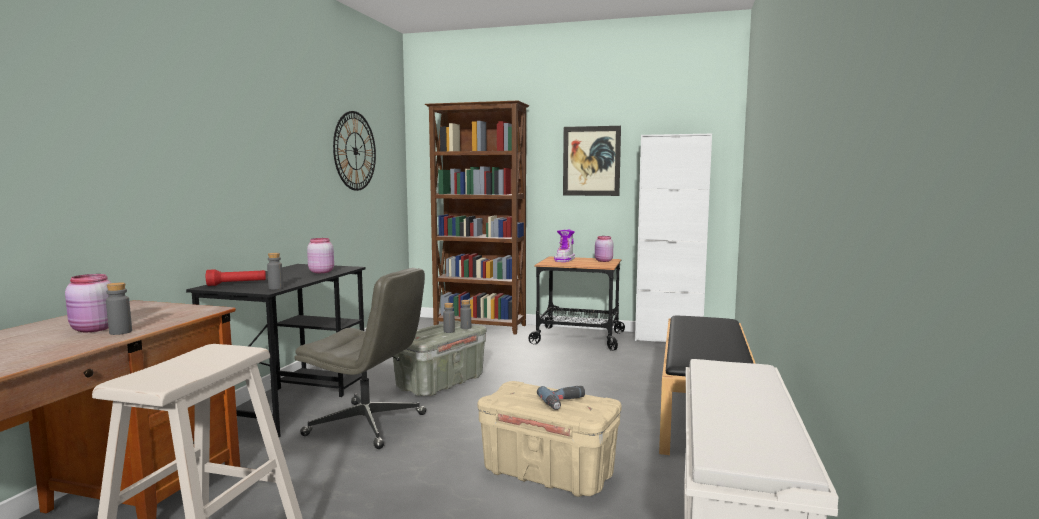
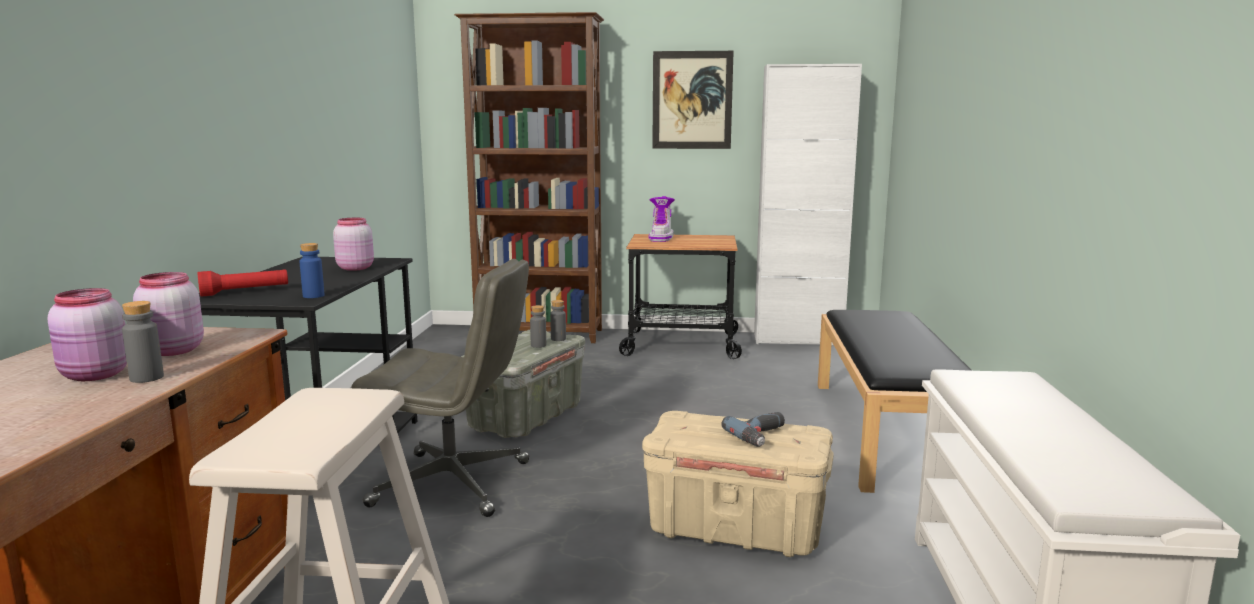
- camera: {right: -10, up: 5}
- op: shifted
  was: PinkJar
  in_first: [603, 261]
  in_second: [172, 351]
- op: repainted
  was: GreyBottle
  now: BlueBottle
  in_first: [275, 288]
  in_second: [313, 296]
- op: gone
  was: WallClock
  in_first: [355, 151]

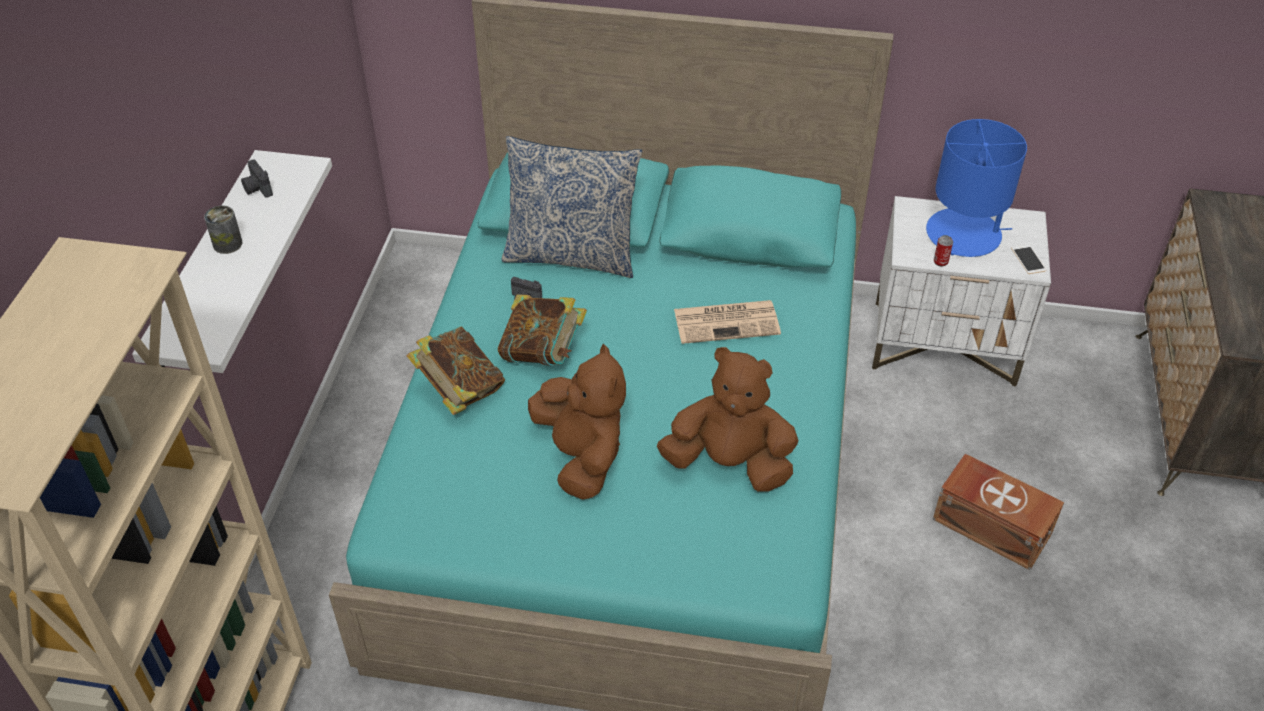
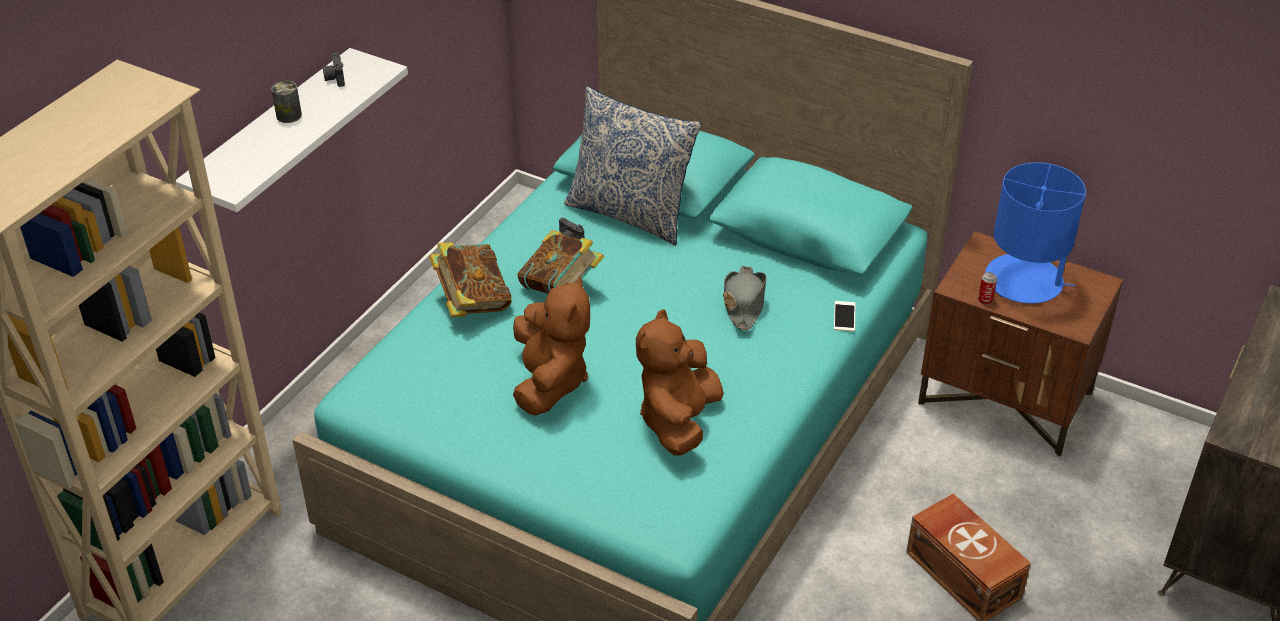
- camera: {right: 20, up: -5}
- op: rotated
  was: BrownPlushToy
  in_first: [729, 463]
  in_second: [678, 421]
  clockwise: -105
- op: swapped
  was: Newspaper
  now: GreyHat
  in_first: [728, 321]
  in_second: [744, 303]
- op: shifted
  was: Phone
  in_first: [1028, 259]
  in_second: [844, 316]
- op: repainted
  was: WhiteNightstand
  now: BrownNightstand
  in_first: [945, 344]
  in_second: [1006, 399]

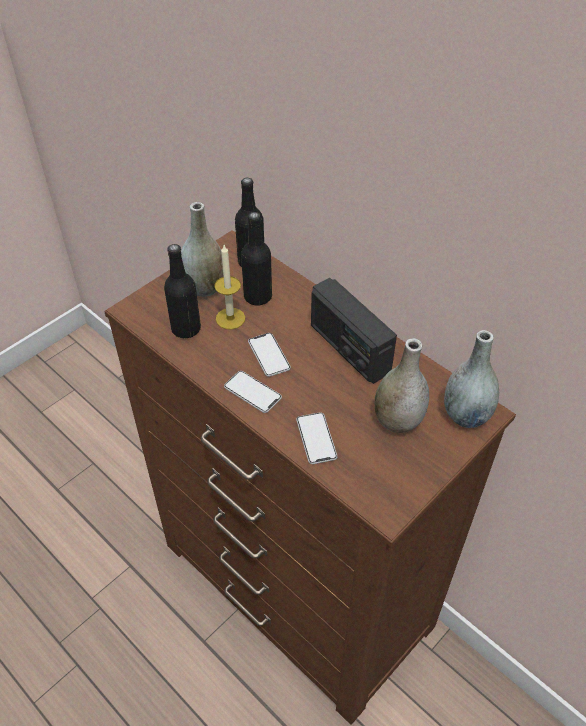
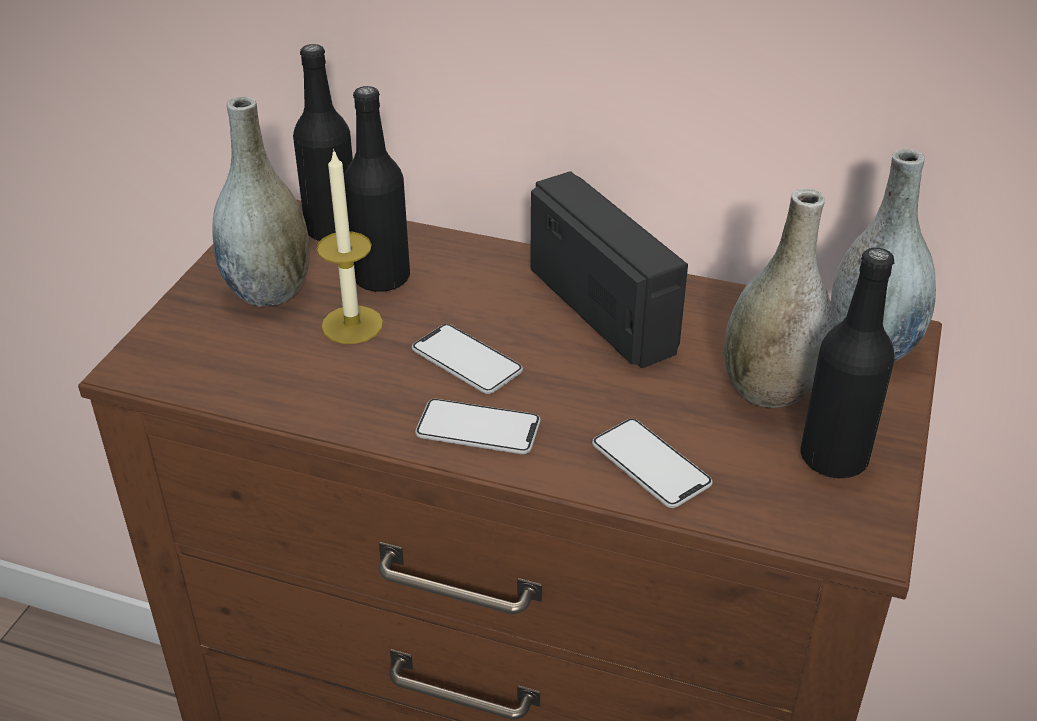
- camera: {right: -25, up: -10}
- op: rotated
  was: Radio
  in_first: [349, 348]
  in_second: [603, 309]
  clockwise: -150
- op: shifted
  was: BlackBottle
  in_first: [186, 329]
  in_second: [833, 458]

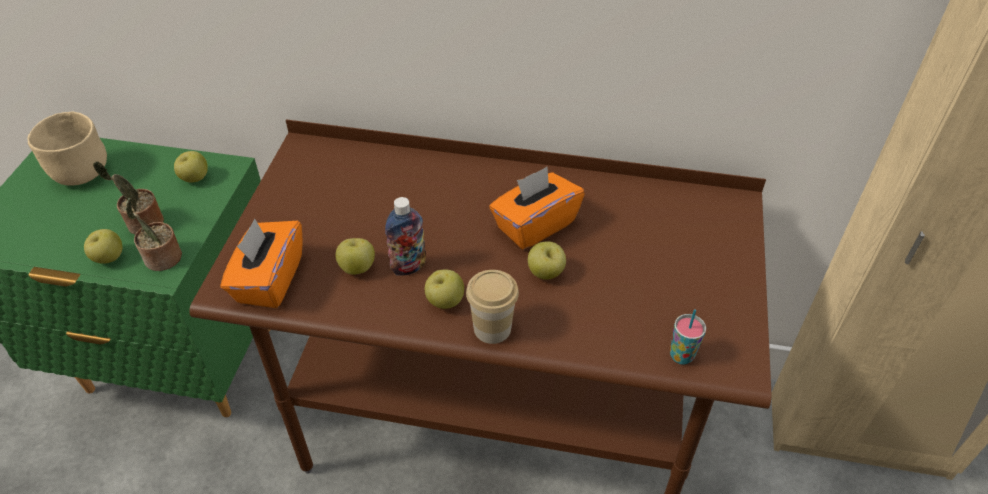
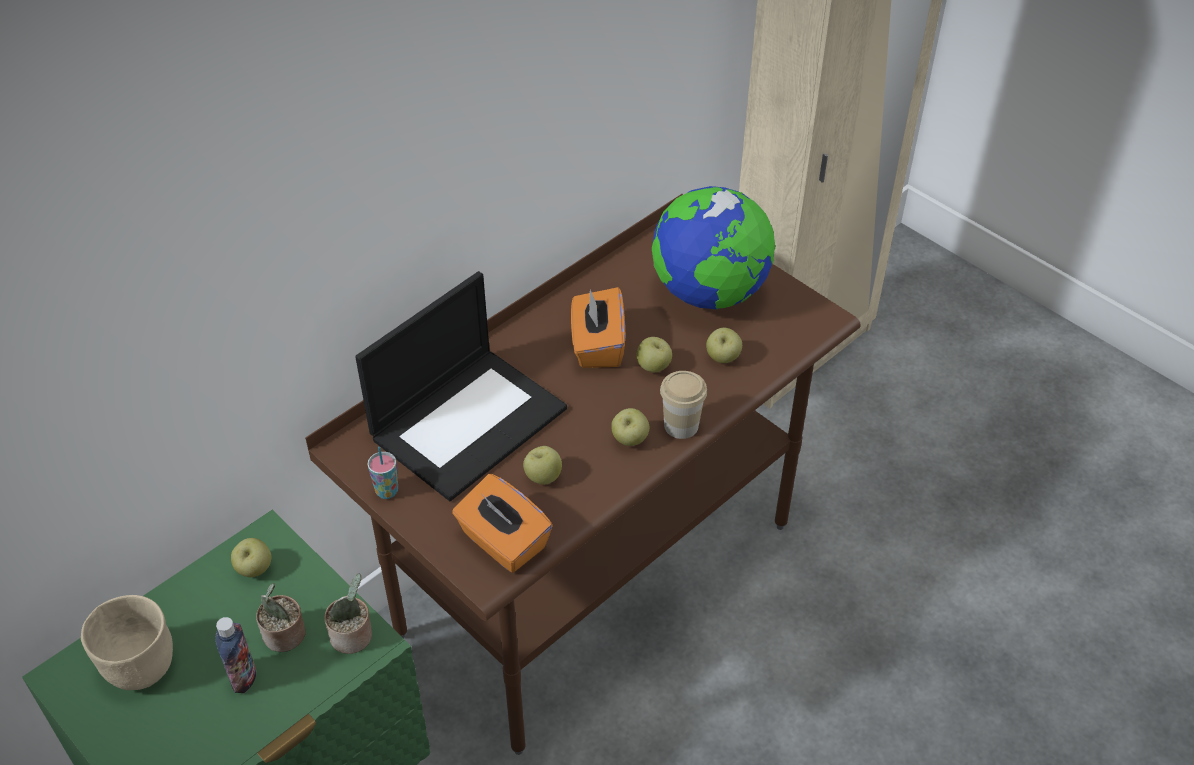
- camera: {right: -55, up: 0}
- op: shifted
  was: Bottle
  in_first: [408, 266]
  in_second: [244, 677]
- op: new
  now: Laptop
  in_second: [469, 421]
- op: shifted
  was: Cup
  in_first: [681, 356]
  in_second: [387, 491]
- op: new
  now: Globe
  in_second: [709, 293]
- op: shifted
  was: Apple
  in_first: [109, 258]
  in_second: [723, 358]

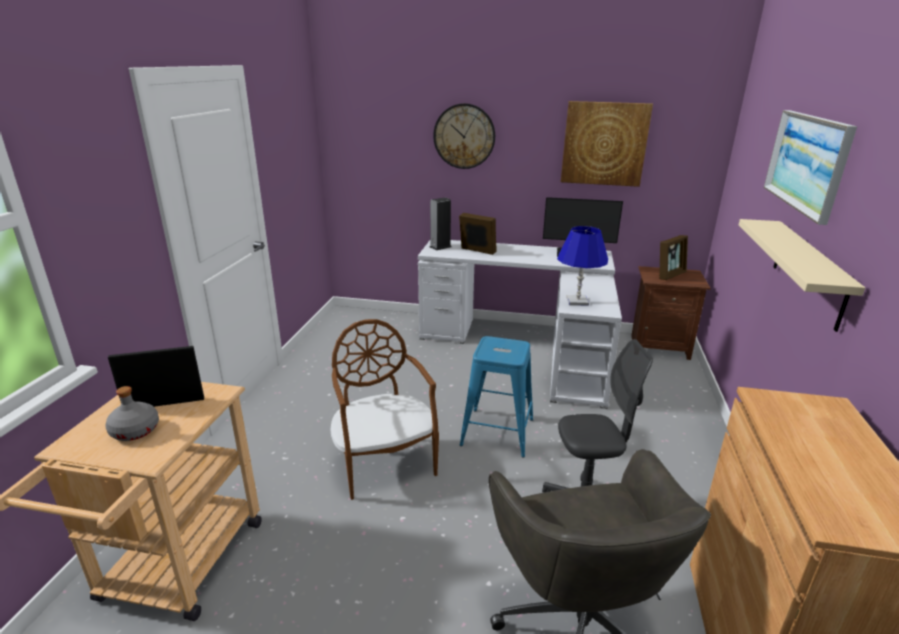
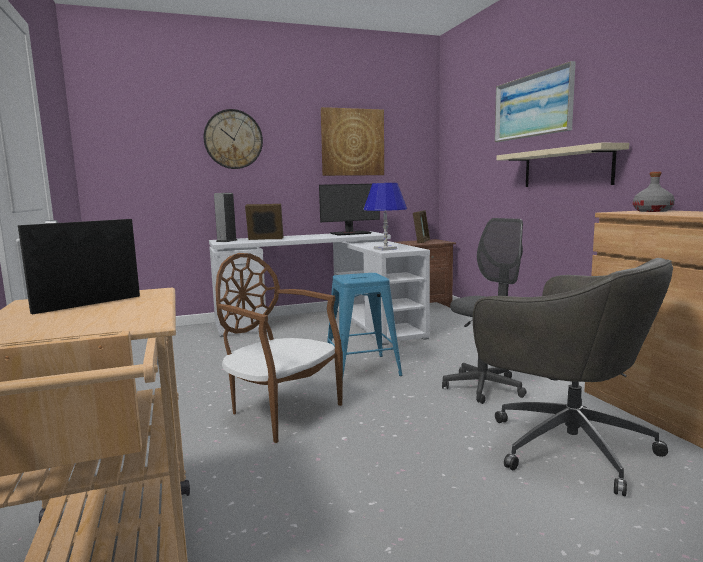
- camera: {right: -30, up: -15}
- op: shifted
  was: GreyBottle
  in_first: [135, 431]
  in_second: [652, 211]

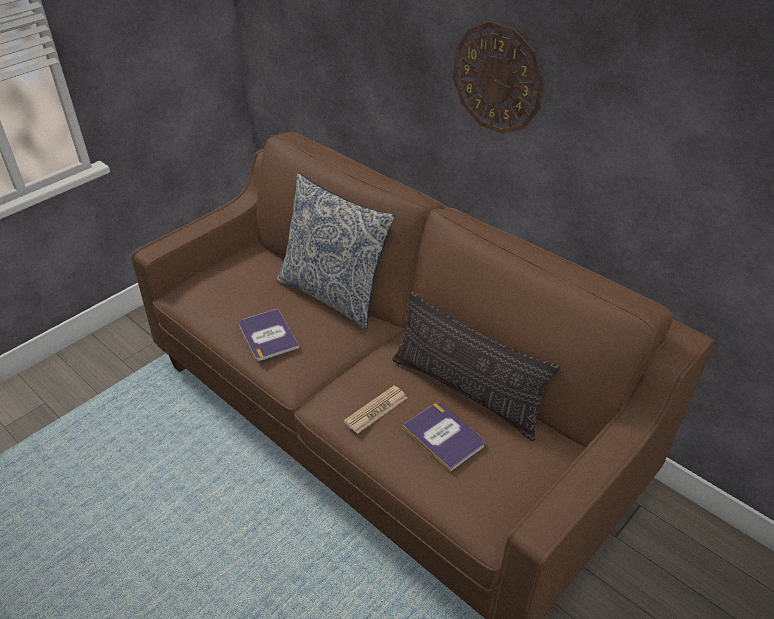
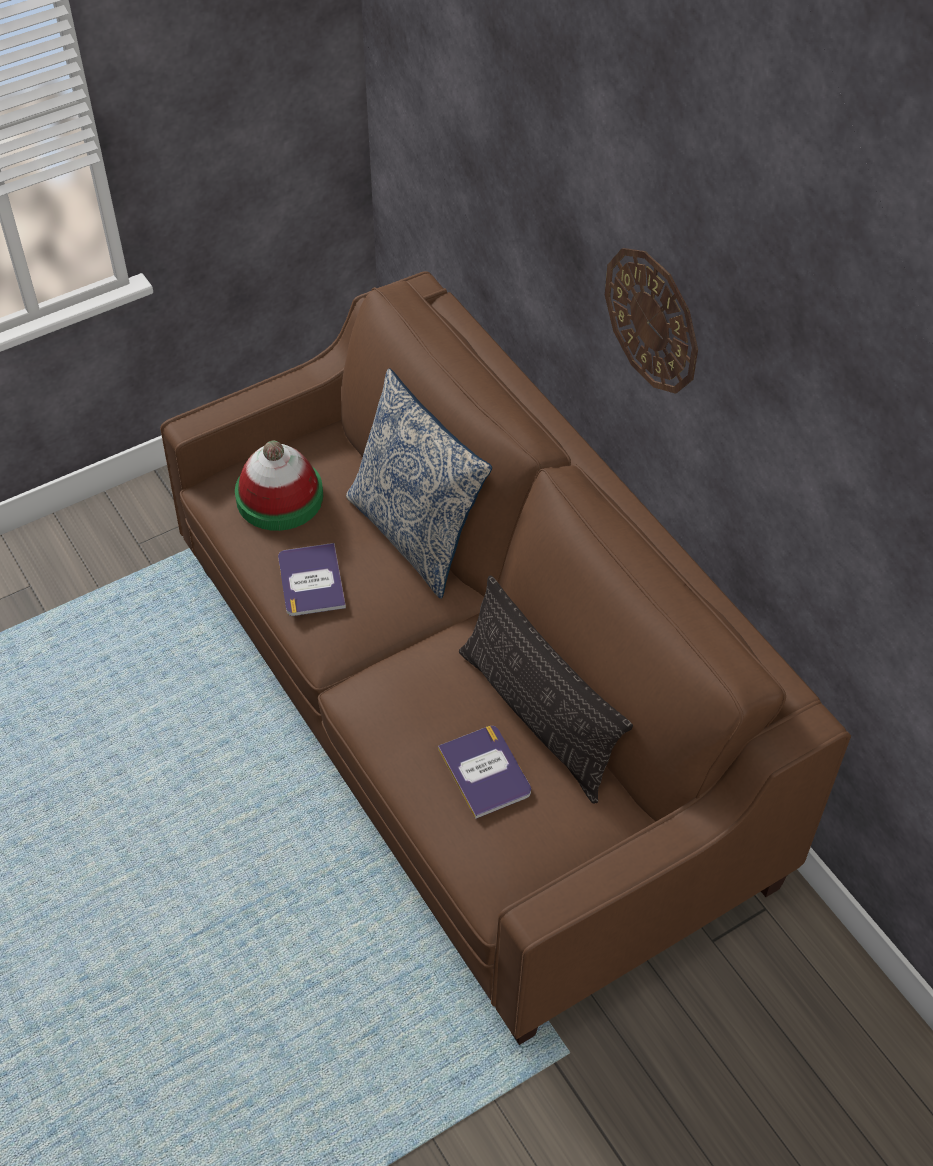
- camera: {right: 15, up: 10}
- op: new
  now: Hat
  in_second: [279, 497]
- op: gone
  was: Newspaper
  in_first: [376, 410]

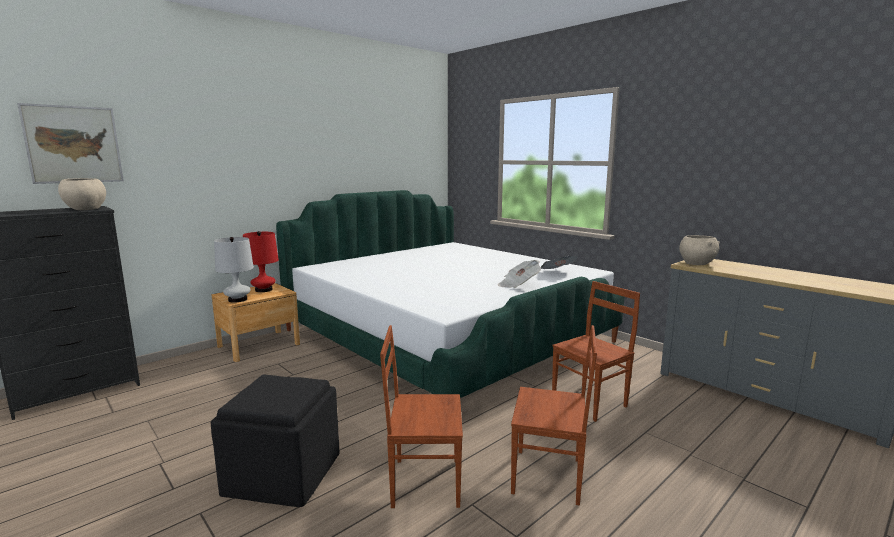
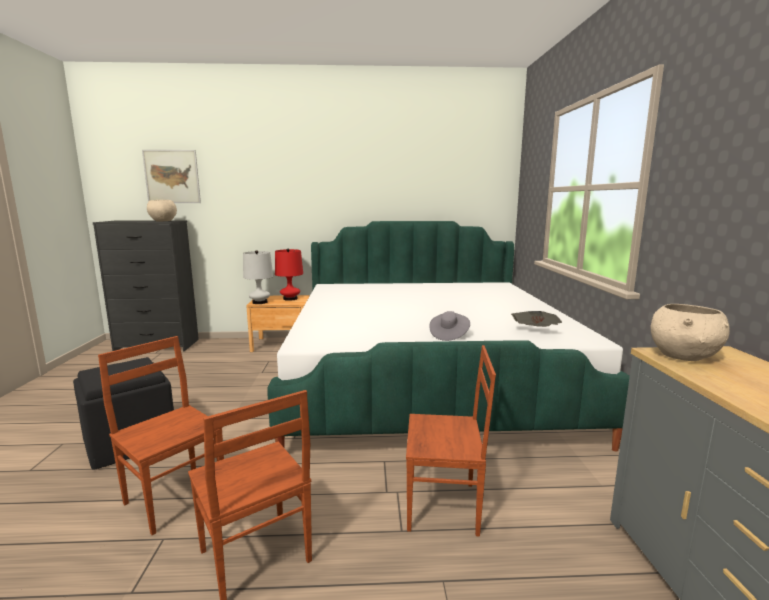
- camera: {right: 40, up: 0}
- op: swapped
  was: Newspaper
  now: GreyHat
  in_first: [518, 285]
  in_second: [448, 335]

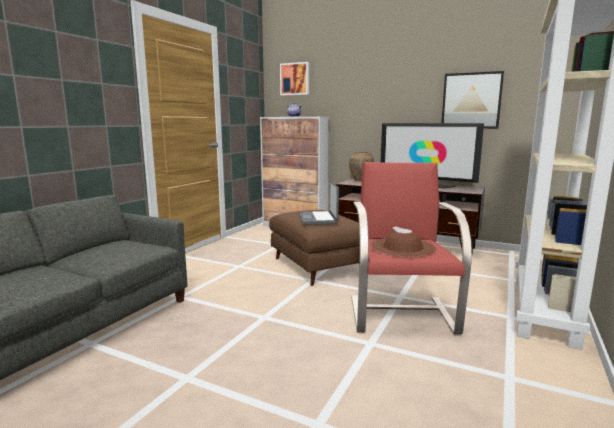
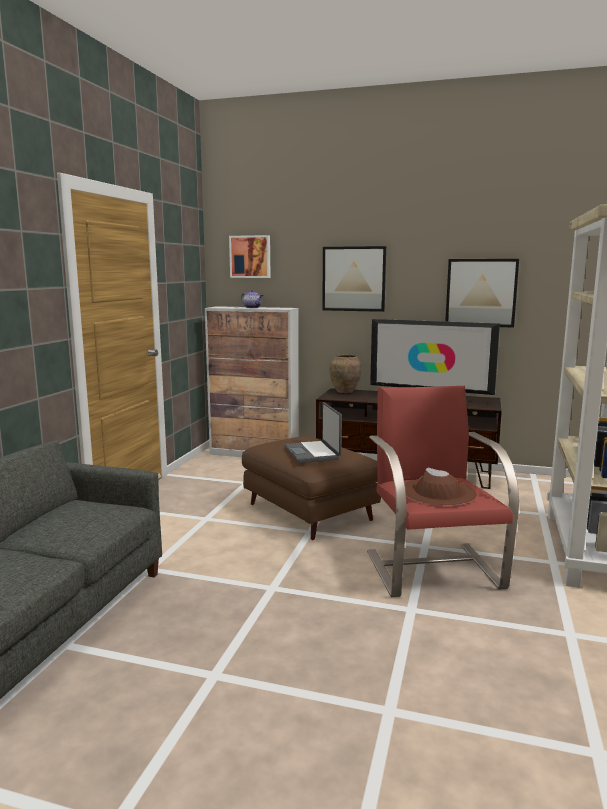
- camera: {right: -10, up: 0}
- op: new
  now: Picture
  in_second: [354, 279]

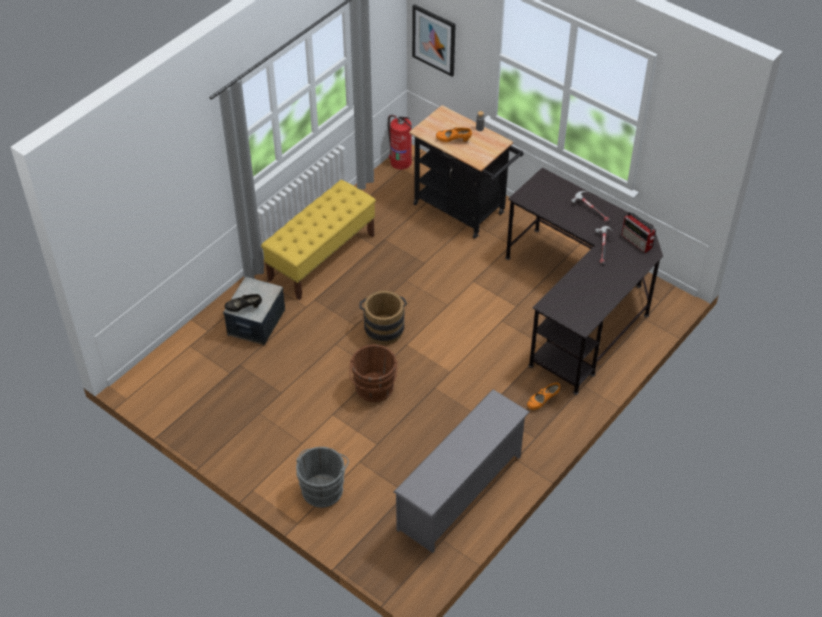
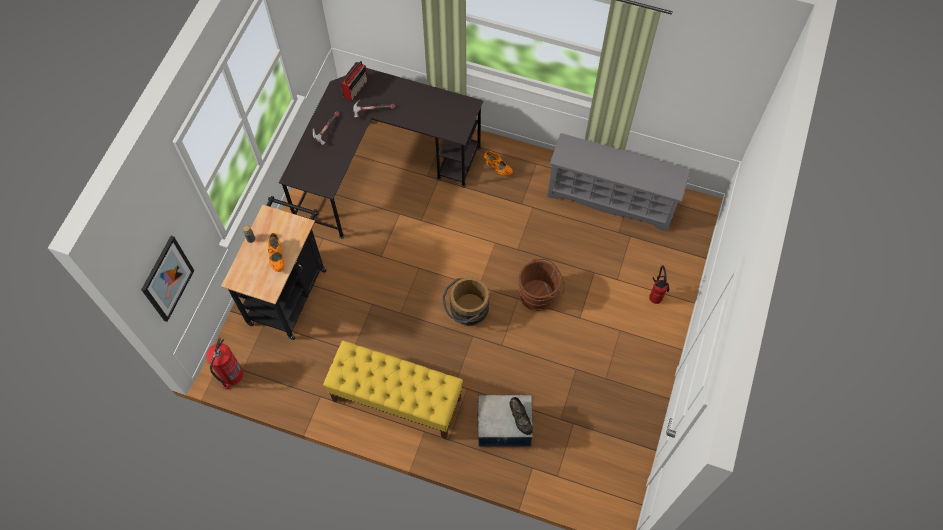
- camera: {right: -110, up: 15}
- op: swapped
  was: GreyBucket
  now: FireExtinguisher
  in_first: [323, 488]
  in_second: [655, 296]

